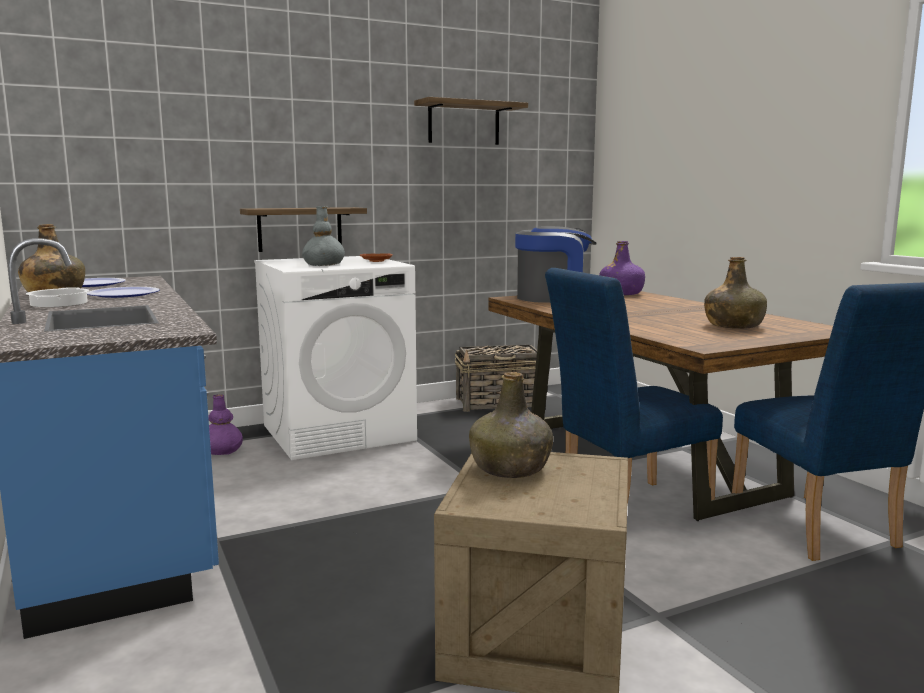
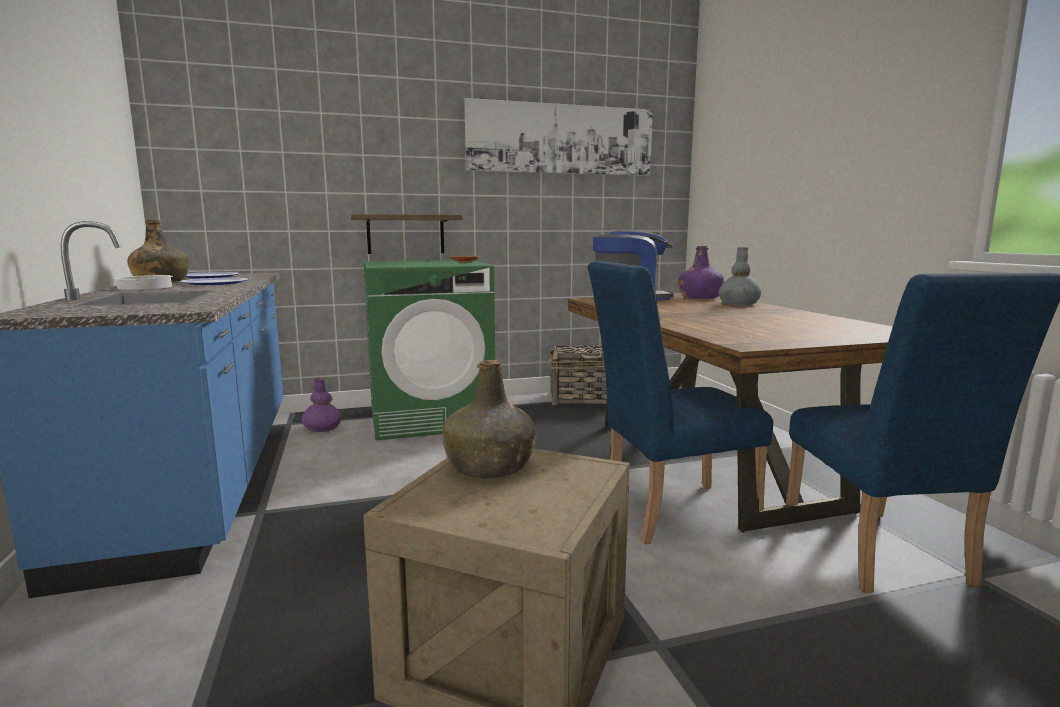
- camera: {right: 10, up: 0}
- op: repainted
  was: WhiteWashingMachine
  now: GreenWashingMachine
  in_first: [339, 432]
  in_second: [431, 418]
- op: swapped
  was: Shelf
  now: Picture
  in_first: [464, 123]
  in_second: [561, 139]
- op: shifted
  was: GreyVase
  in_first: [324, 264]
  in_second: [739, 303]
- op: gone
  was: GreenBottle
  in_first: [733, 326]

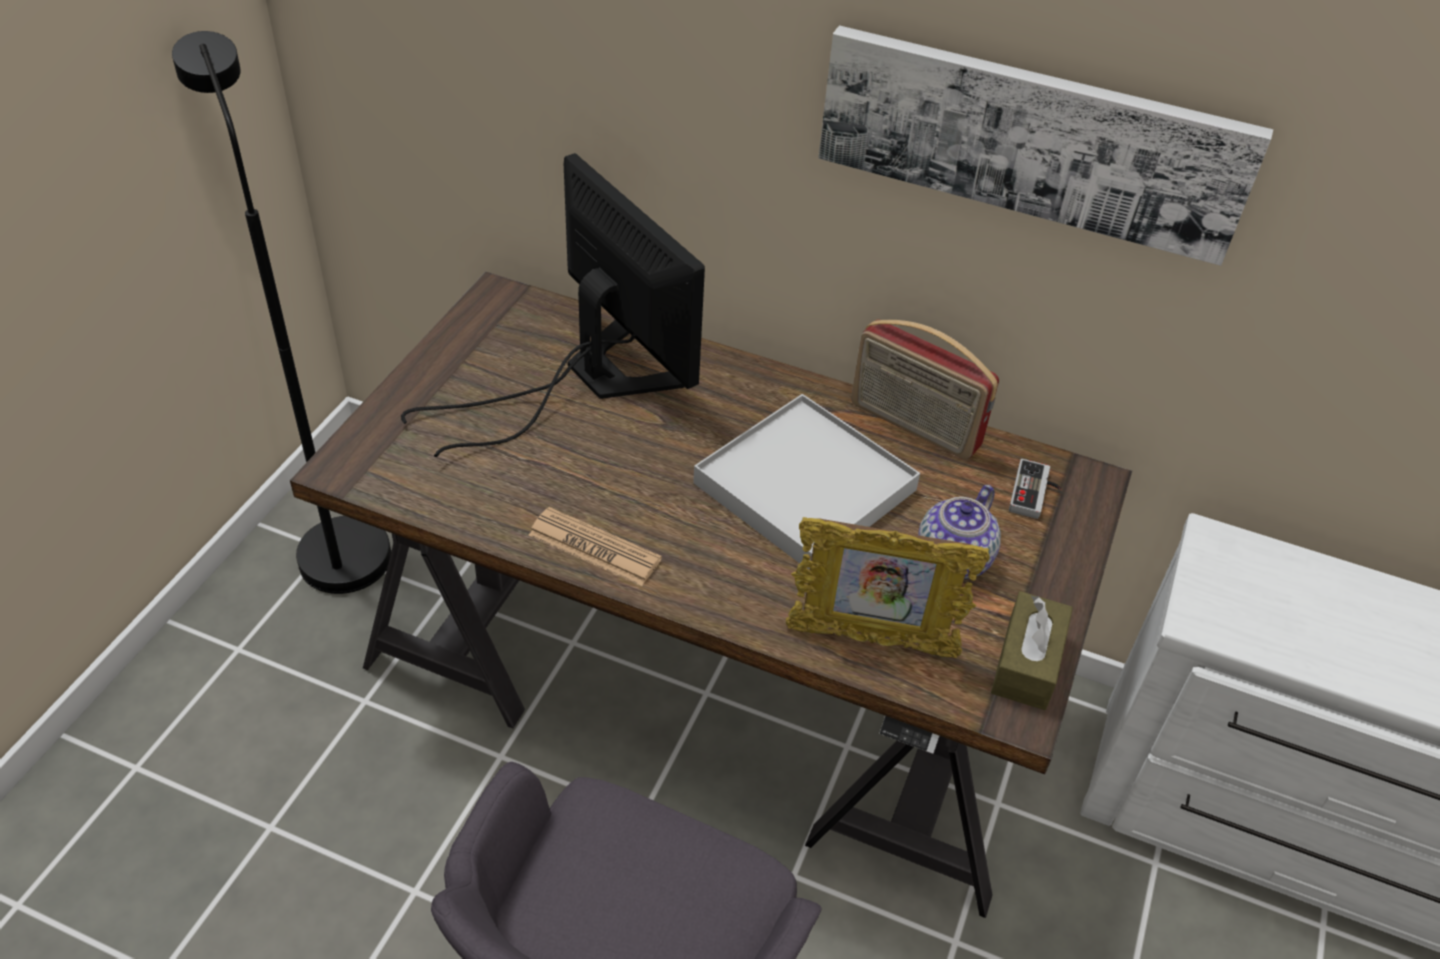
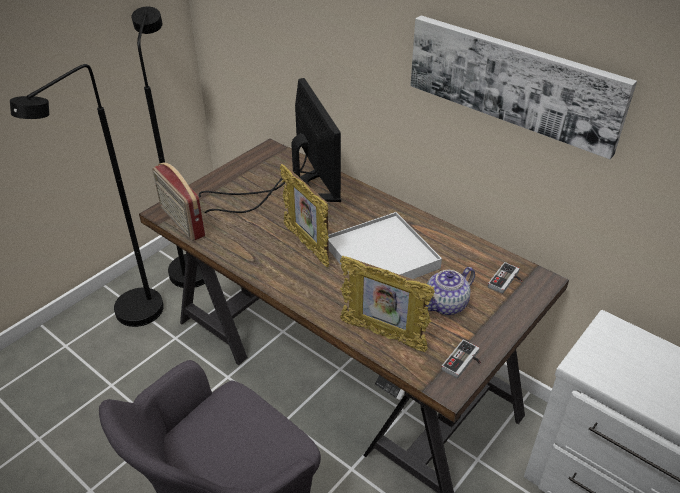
- camera: {right: 20, up: -5}
- op: new
  now: BlackFloorLamp
  in_second: [132, 319]
- op: shifted
  was: Radio
  in_first: [913, 426]
  in_second: [181, 222]
- op: new
  now: PictureFrame
  in_second: [307, 245]
- op: swapped
  was: BrownTissueBox
  now: GameController
  in_first: [1027, 663]
  in_second: [464, 363]
- op: gone
  was: Newspaper
  in_first: [594, 547]

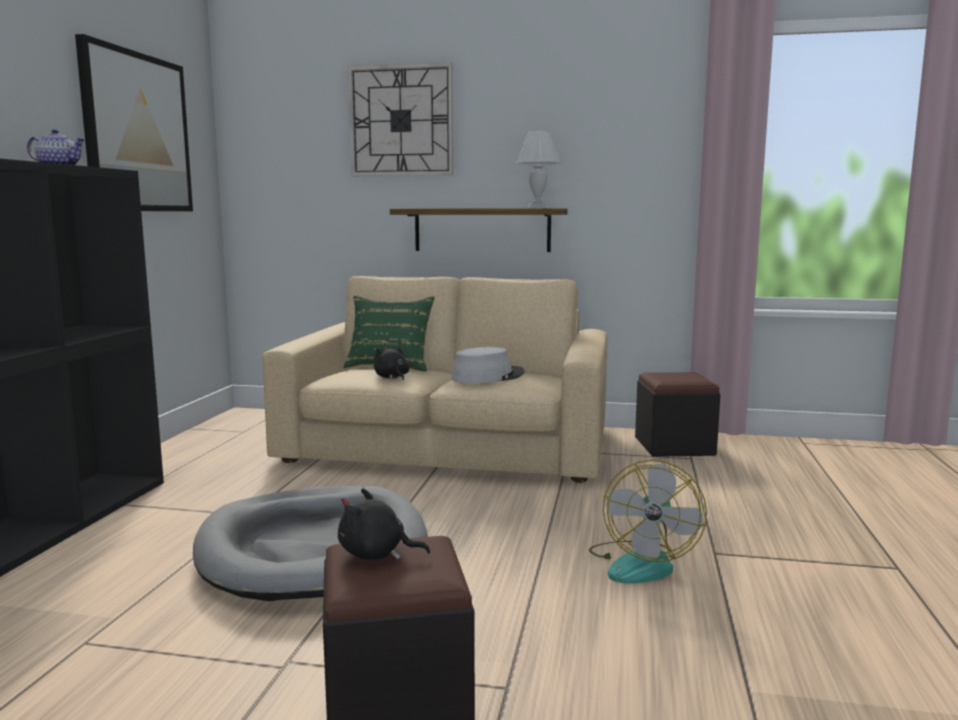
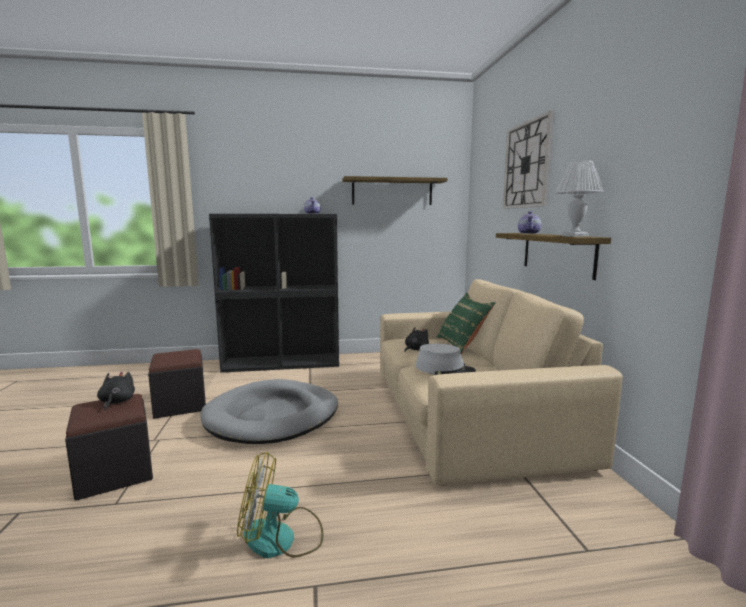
- camera: {right: 70, up: 0}
- op: shifted
  was: BlackOttoman
  in_first: [674, 446]
  in_second: [180, 405]
- op: swapped
  was: Picture
  now: Shelf
  in_first: [137, 133]
  in_second: [392, 191]
- op: new
  now: Teapot
  in_second: [529, 233]

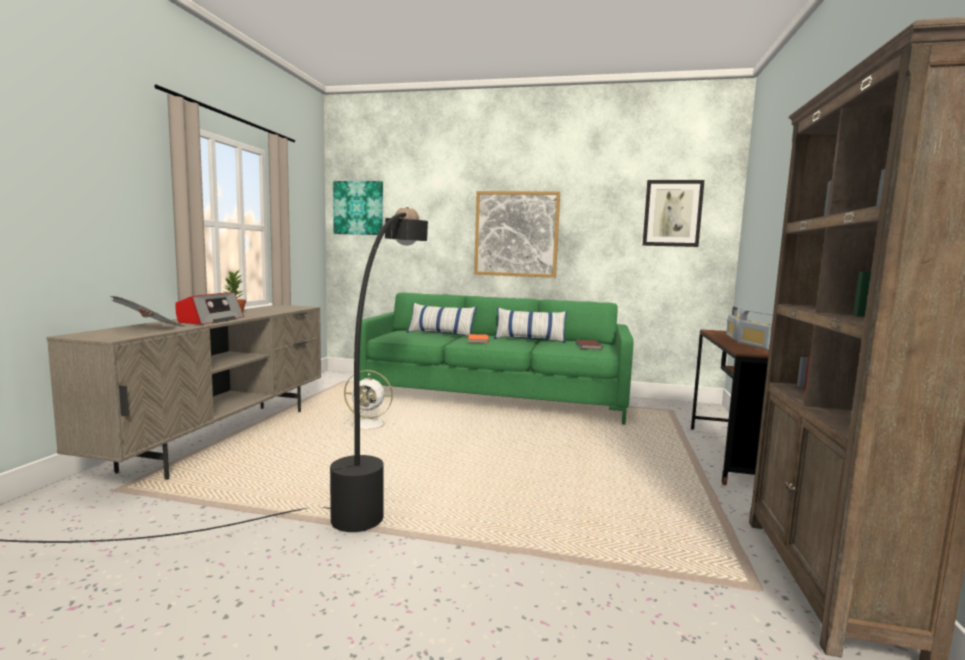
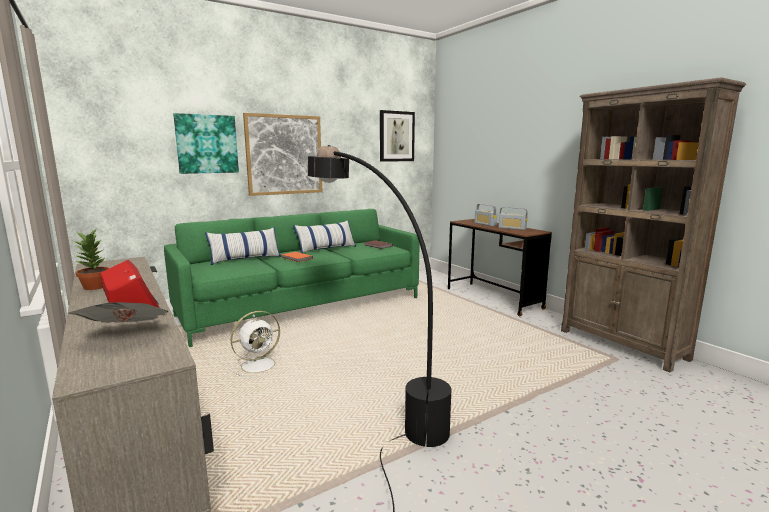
- camera: {right: -45, up: 5}
- op: shifted
  was: Picture
  in_first: [358, 208]
  in_second: [207, 144]

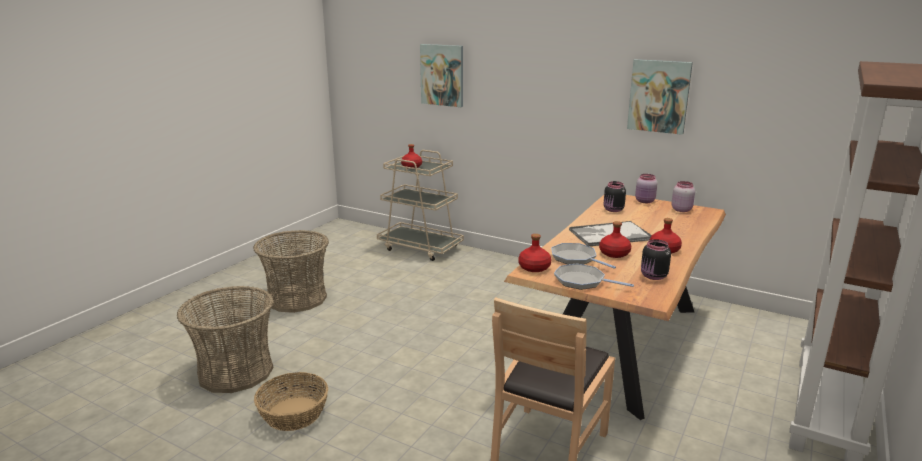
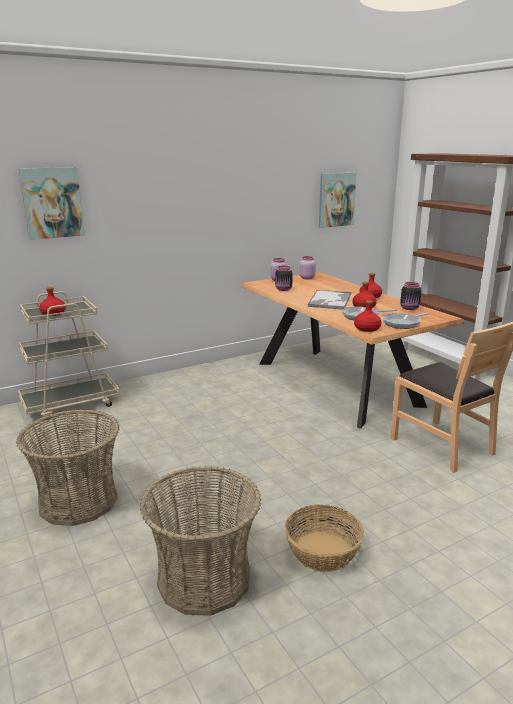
- camera: {right: -60, up: 0}
- op: shifted
  was: Picture
  in_first: [659, 96]
  in_second: [336, 199]

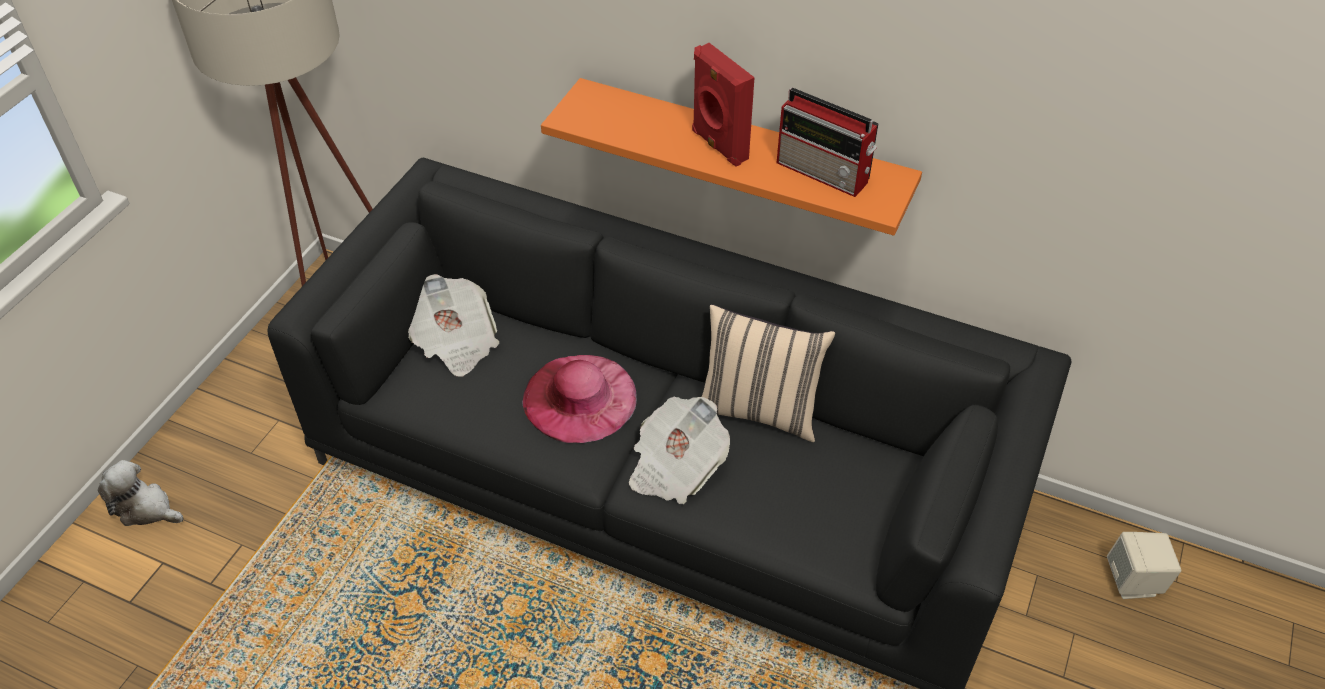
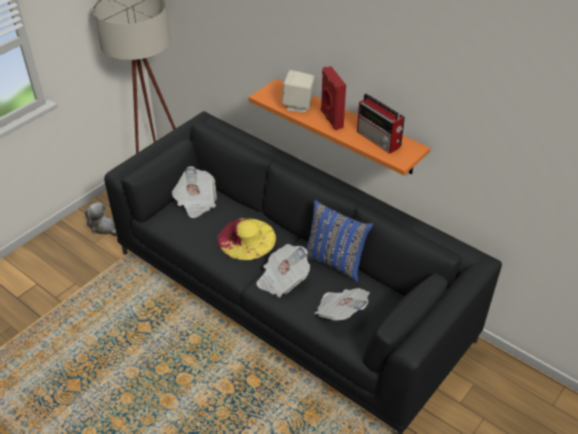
- camera: {right: 15, up: -5}
- op: shifted
  was: PlushToy
  in_first: [146, 508]
  in_second: [103, 227]
- op: repainted
  was: PinkHat
  now: YellowHat
  in_first: [580, 397]
  in_second: [246, 238]
- op: shifted
  was: BeigeSpeaker
  in_first: [1133, 581]
  in_second: [298, 105]
- op: repainted
  was: BeigePillow
  now: BluePillow
  in_first: [759, 410]
  in_second: [335, 262]
- op: new
  now: Newspaper
  in_second: [340, 312]

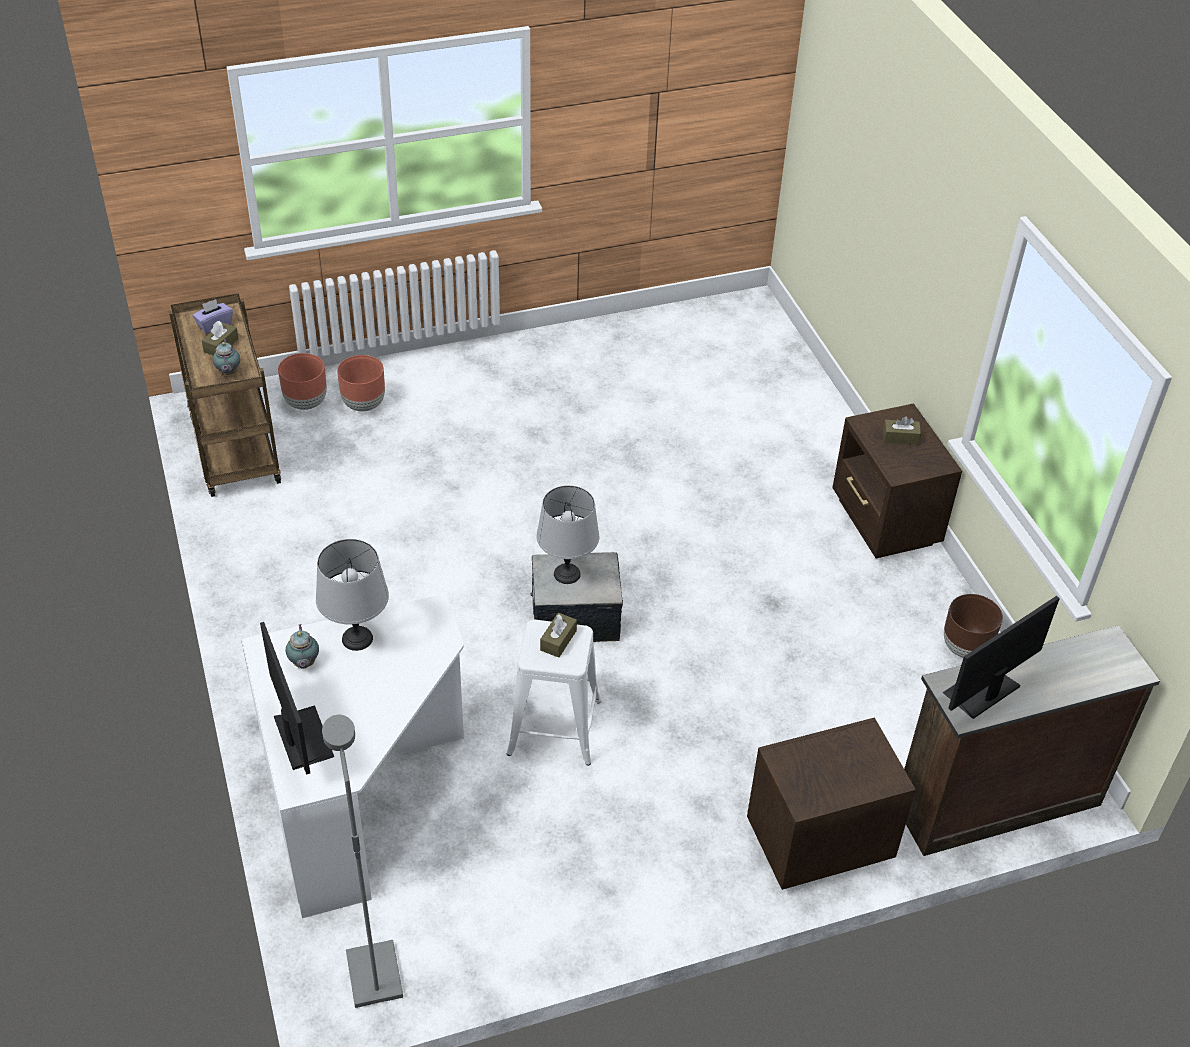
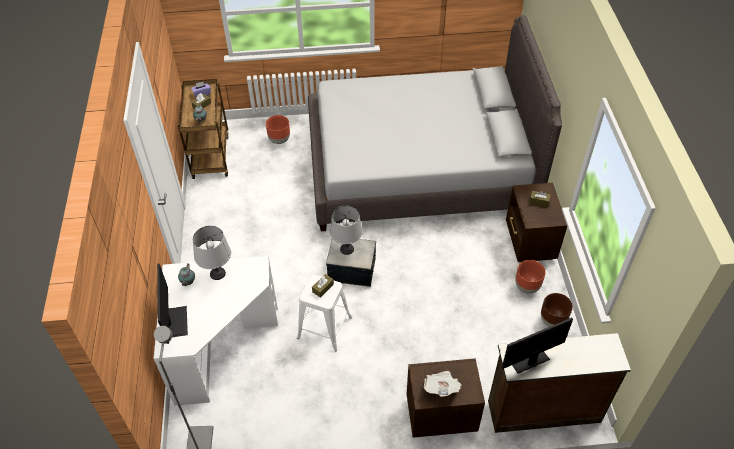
- camera: {right: 15, up: 5}
- op: new
  now: GreyBed
  in_second: [419, 168]
- op: new
  now: Newspaper
  in_second: [441, 388]
- op: shifted
  was: BrownPlanter
  in_first: [306, 403]
  in_second: [527, 287]

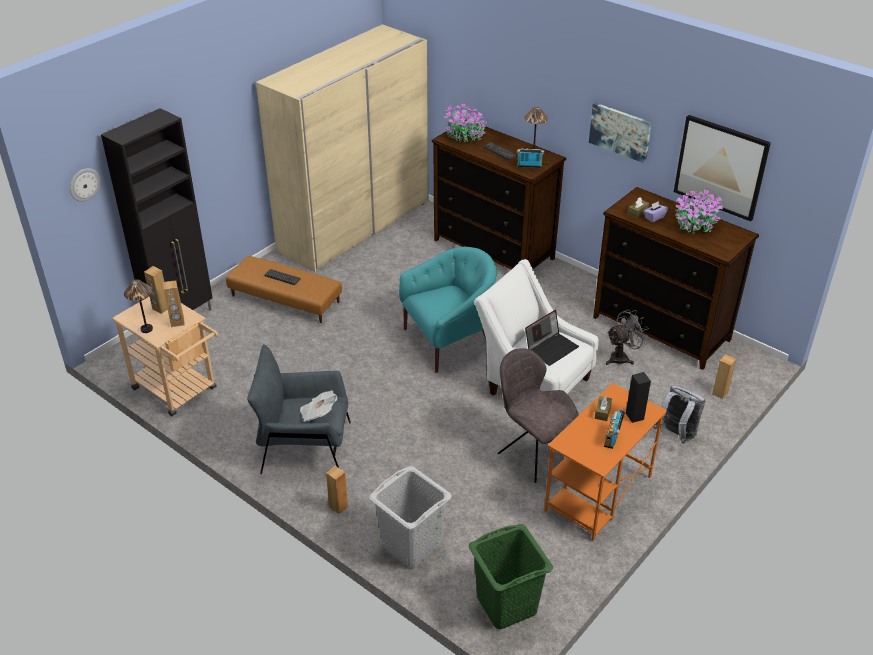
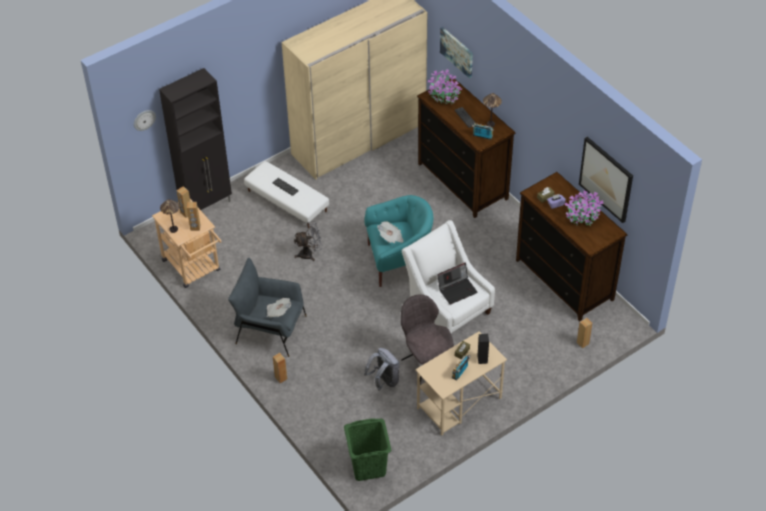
- camera: {right: 15, up: 10}
- op: repainted
  was: BrownOttoman
  now: WhiteOttoman
  in_first: [285, 299]
  in_second: [287, 201]
- op: shifted
  was: GreyFan
  in_first: [622, 357]
  in_second: [309, 254]
- op: shifted
  was: GreyBackpack
  in_first: [676, 435]
  in_second: [384, 381]
- op: new
  now: Newspaper
  in_second: [391, 237]
- op: repainted
  was: OrangeDesk
  now: BeigeDesk
  in_first: [598, 494]
  in_second: [458, 403]
- op: shifted
  was: Picture
  in_first: [620, 132]
  in_second: [457, 52]
- op: gone
  was: GreyLaundryBasket
  in_first: [411, 545]

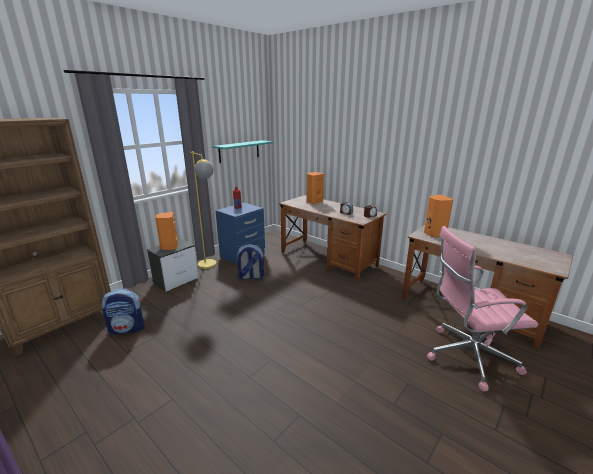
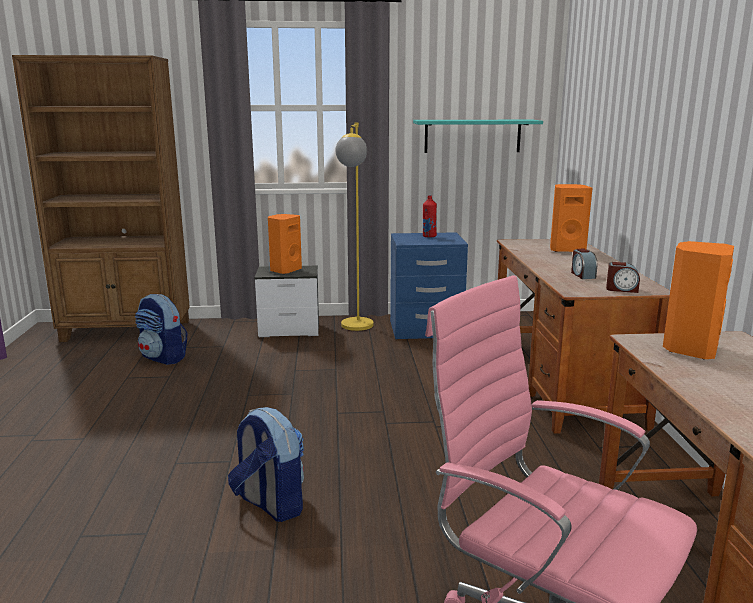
- camera: {right: 45, up: -5}
- op: shifted
  was: Backpack
  in_first: [250, 277]
  in_second: [270, 504]

